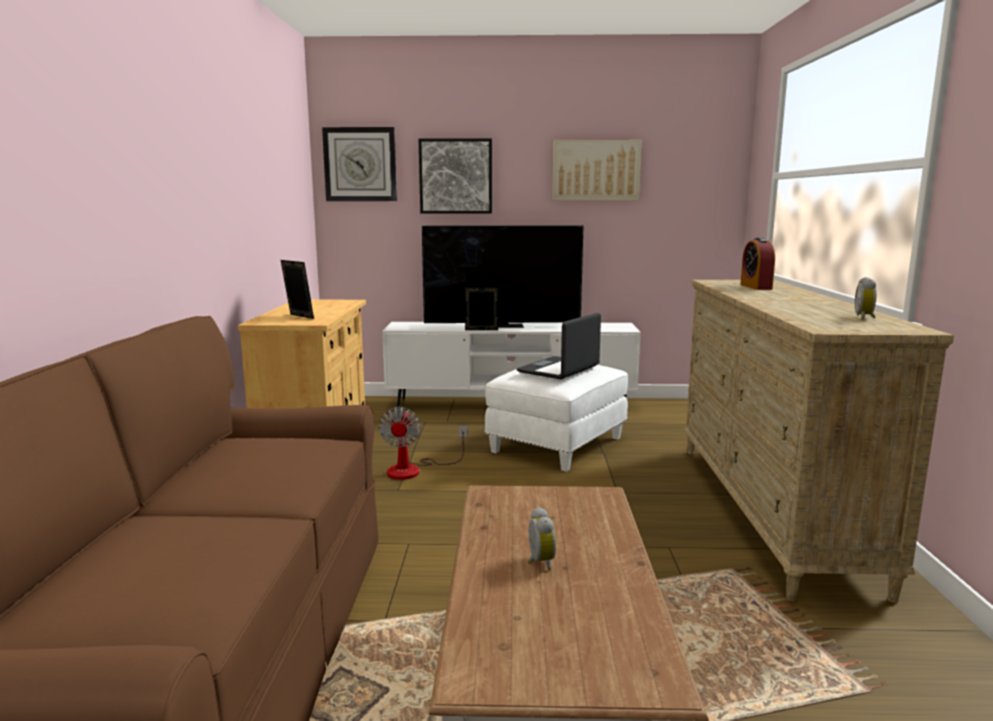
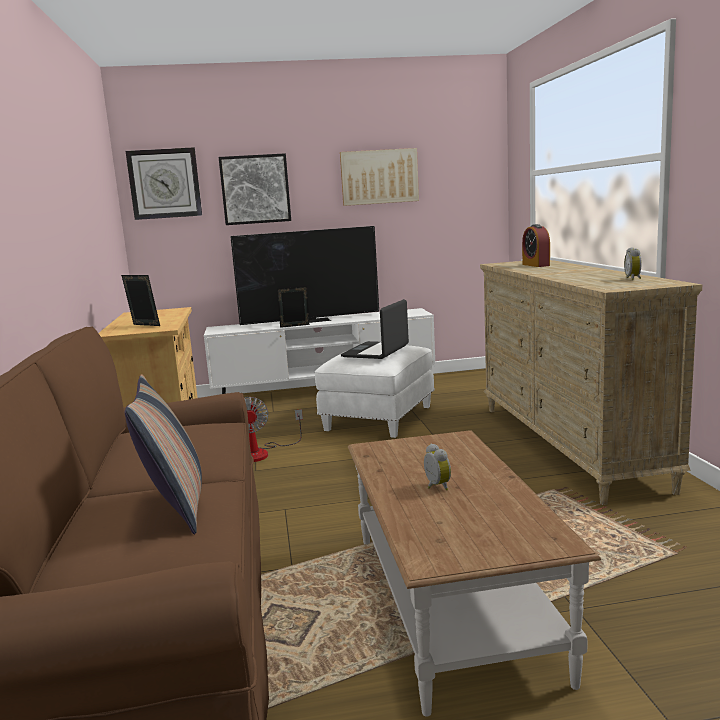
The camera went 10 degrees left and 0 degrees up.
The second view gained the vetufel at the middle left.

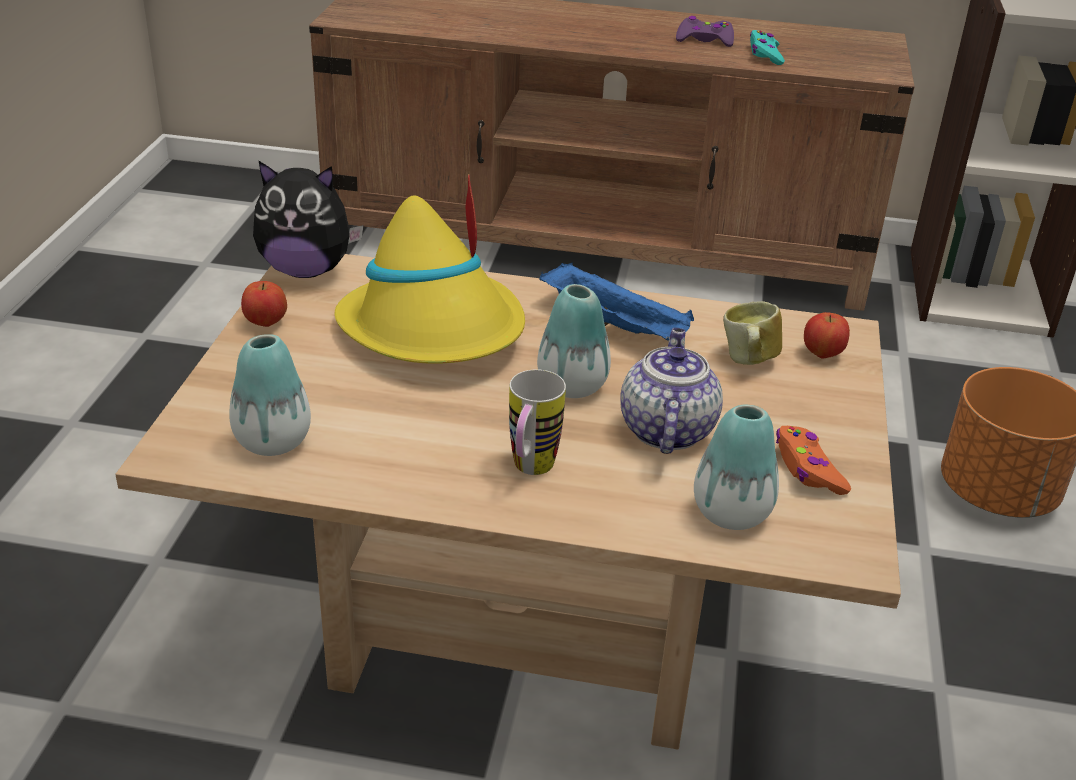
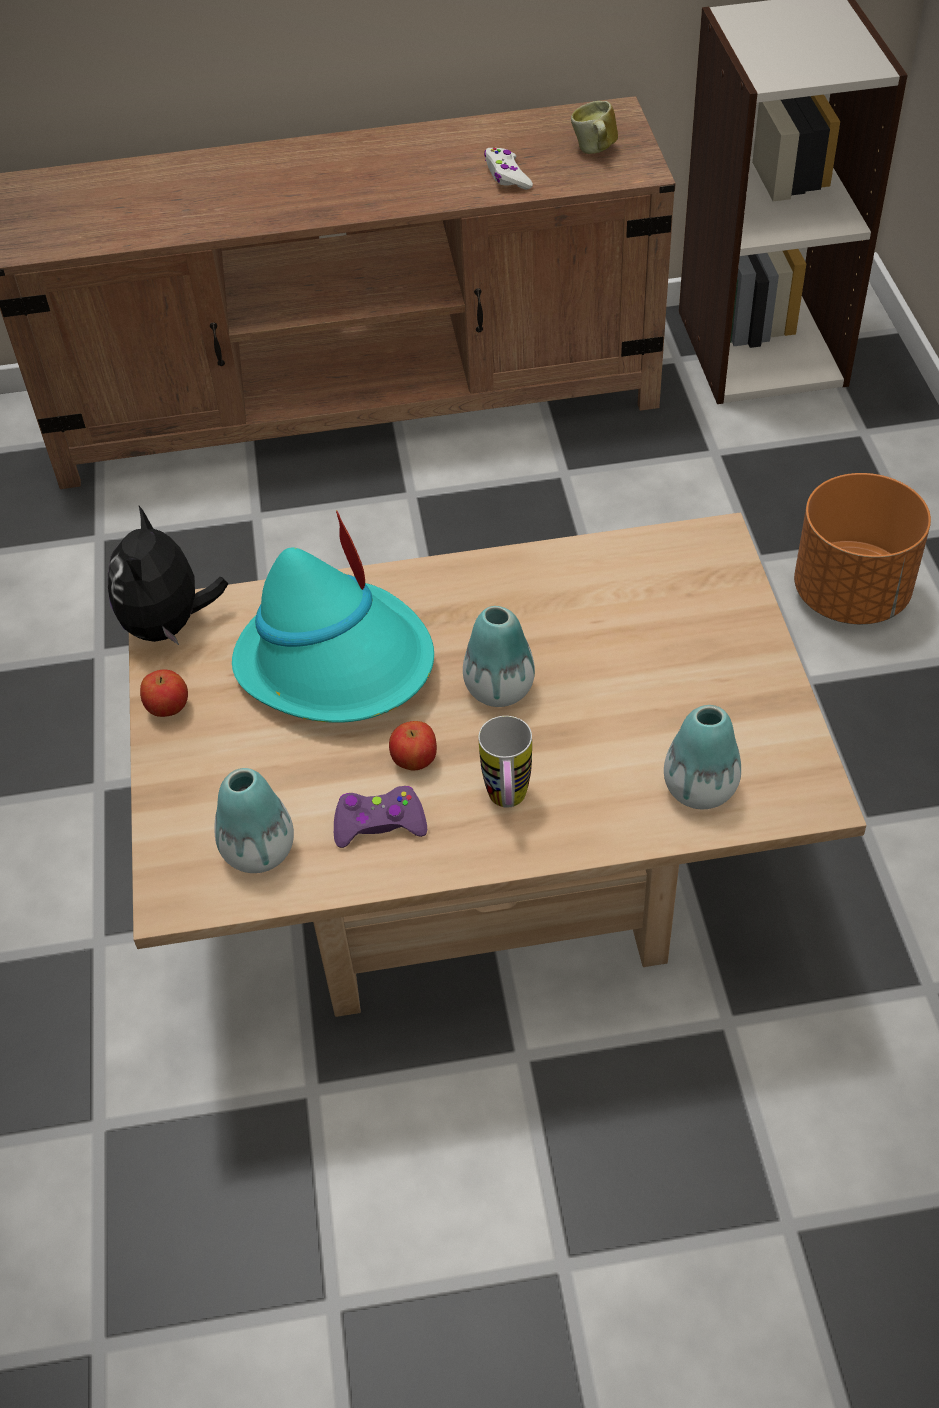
The camera went 15 degrees left and 15 degrees up.
The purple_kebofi ended up elsewhere, having gone from the top centre to the centre.
What was the turquoise_kebofi at the top right turned into the white_kebofi at the top centre.
The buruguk at the top left ended up facing another way, 105 degrees clockwise from before.
What was the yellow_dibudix at the centre turned into the turquoise_dibudix at the centre.
The second view lost the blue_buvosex at the centre.
The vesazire (2nd from left) ended up elsewhere, having gone from the middle right to the top centre.
The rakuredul (2nd from left) ended up elsewhere, having gone from the middle right to the centre.
The second view lost the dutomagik at the centre.
The second view lost the orange_kebofi at the middle right.

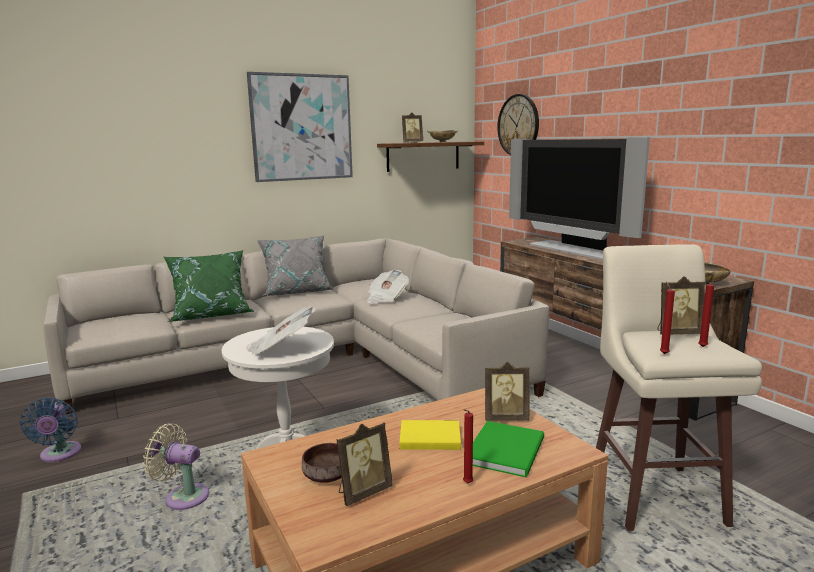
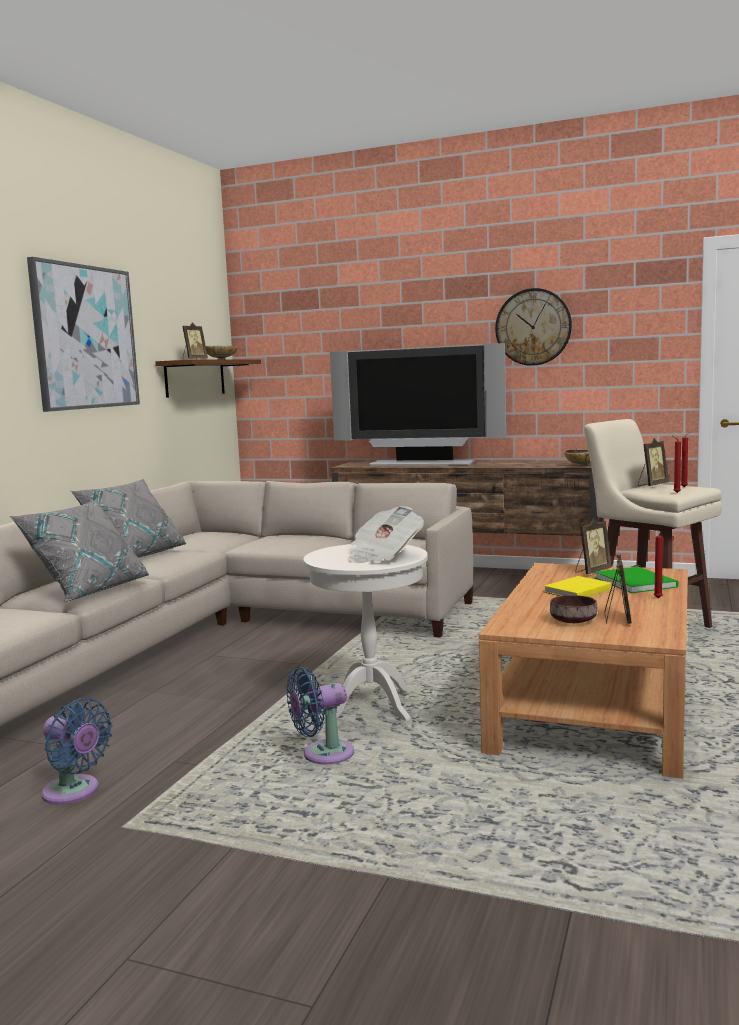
The camera went 40 degrees left and 5 degrees down.
The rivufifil ended up elsewhere, having gone from the top centre to the top right.
What was the green_vetufel at the middle left turned into the grey_vetufel (1st from left) at the middle left.
The second view lost the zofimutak (2nd from left) at the centre.
What was the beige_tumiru at the bottom left turned into the blue_tumiru (2nd from left) at the bottom centre.

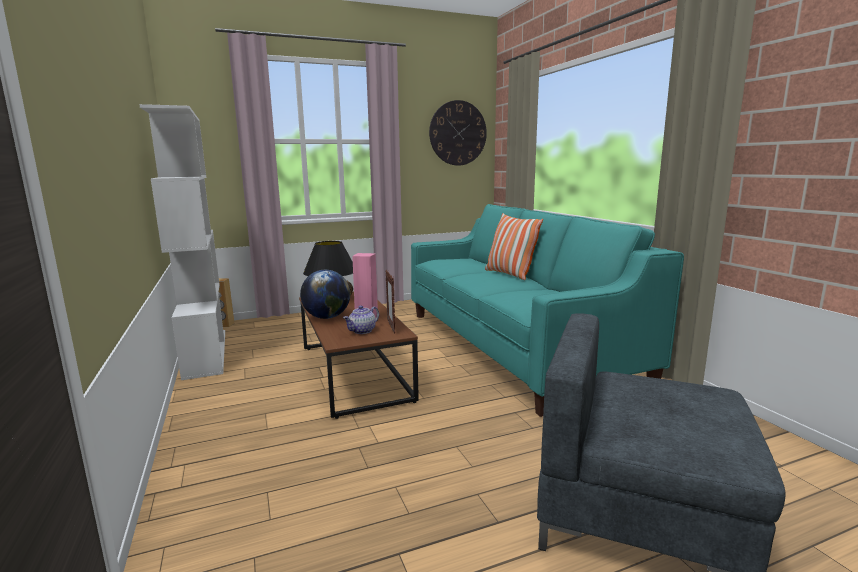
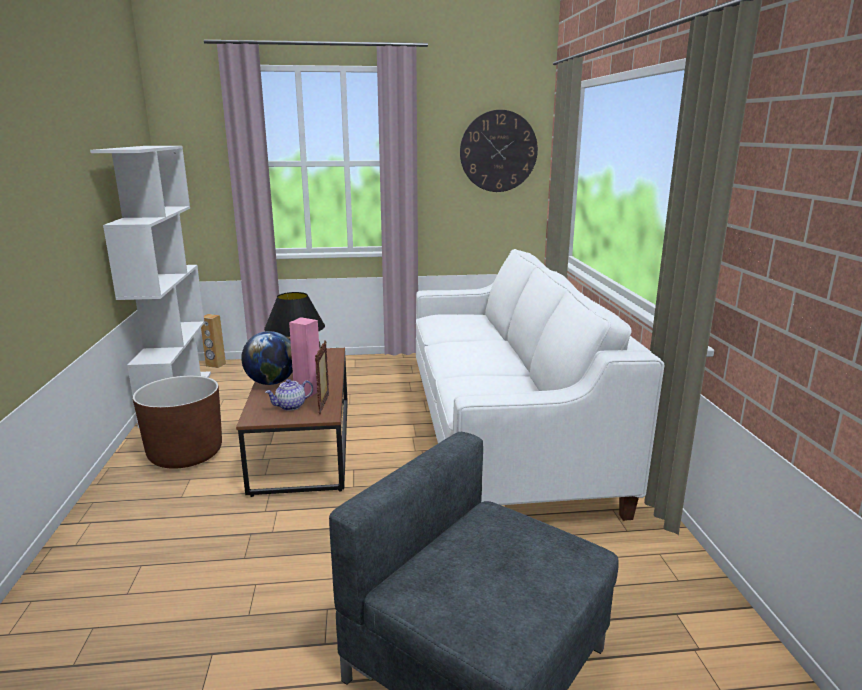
The camera went 15 degrees right and 5 degrees up.
What was the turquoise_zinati at the centre turned into the white_zinati at the centre.
The second view lost the vetufel at the centre.
The second view gained the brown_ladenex at the middle left.

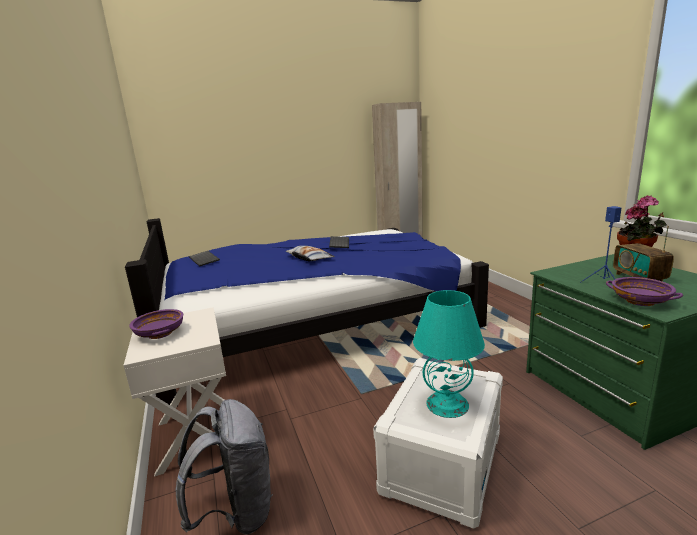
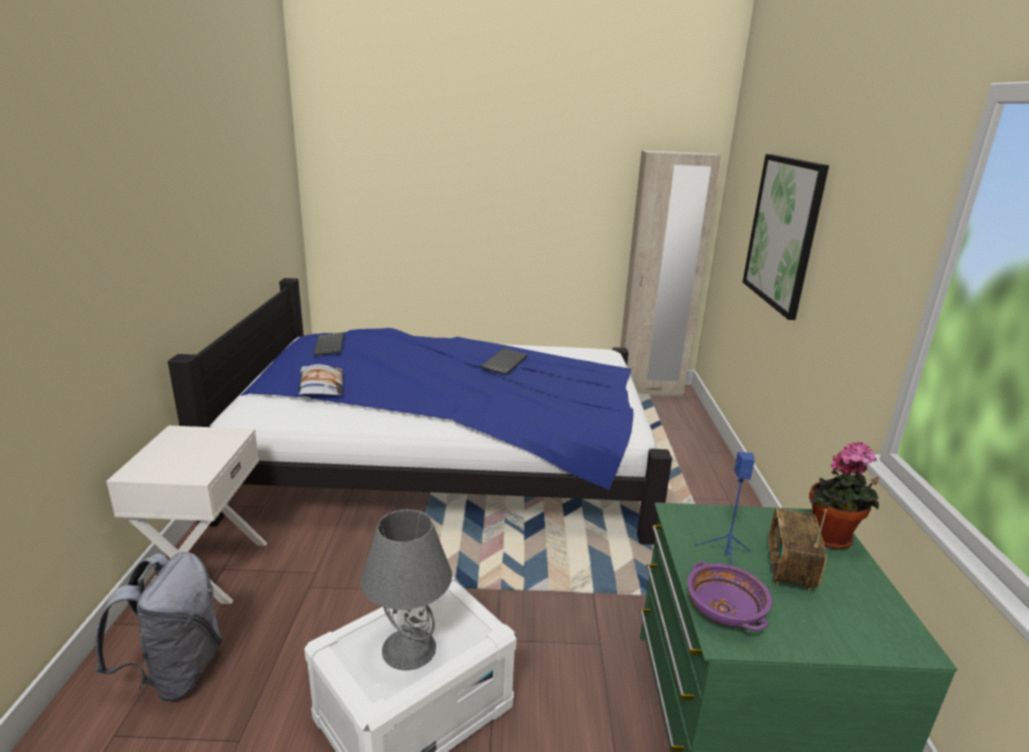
The camera went 20 degrees right and 5 degrees up.
The vetufel ended up elsewhere, having gone from the centre to the middle left.
What was the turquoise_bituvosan at the centre turned into the grey_bituvosan at the bottom centre.
The second view lost the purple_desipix (1st from left) at the middle left.
The second view gained the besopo at the top right.

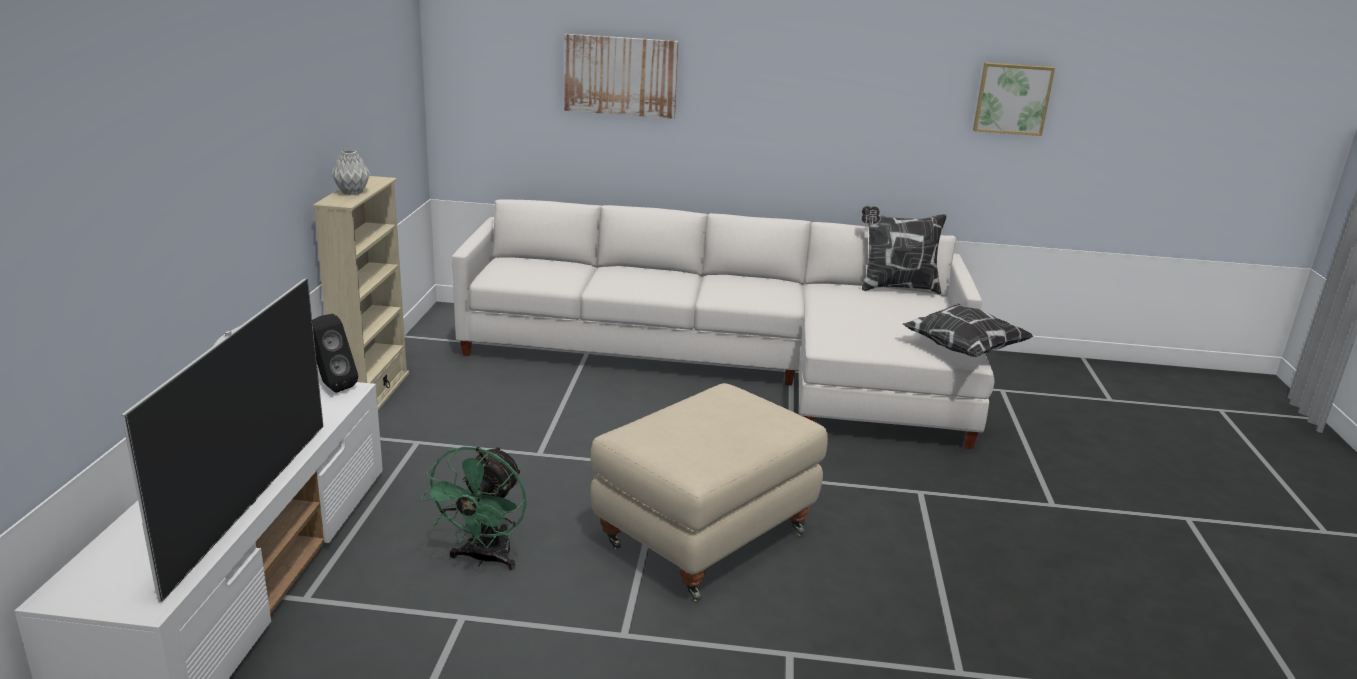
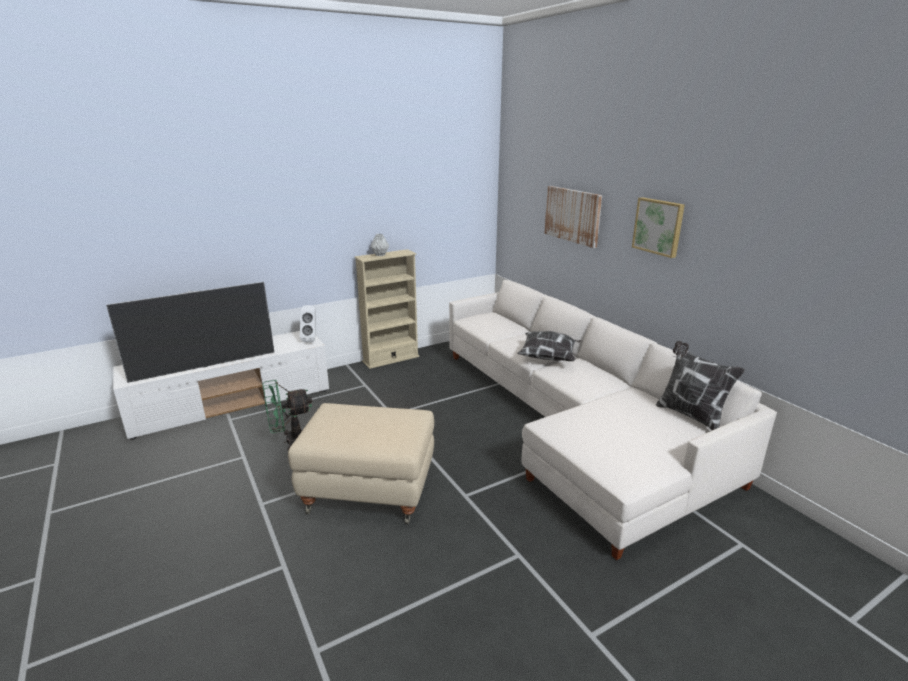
The camera went 55 degrees right and 0 degrees up.
The besopo (2nd from left) ended up elsewhere, having gone from the top right to the middle right.
The vetufel (2nd from left in the first image) ended up elsewhere, having gone from the middle right to the centre.
What was the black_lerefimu at the middle left turned into the white_lerefimu at the centre.

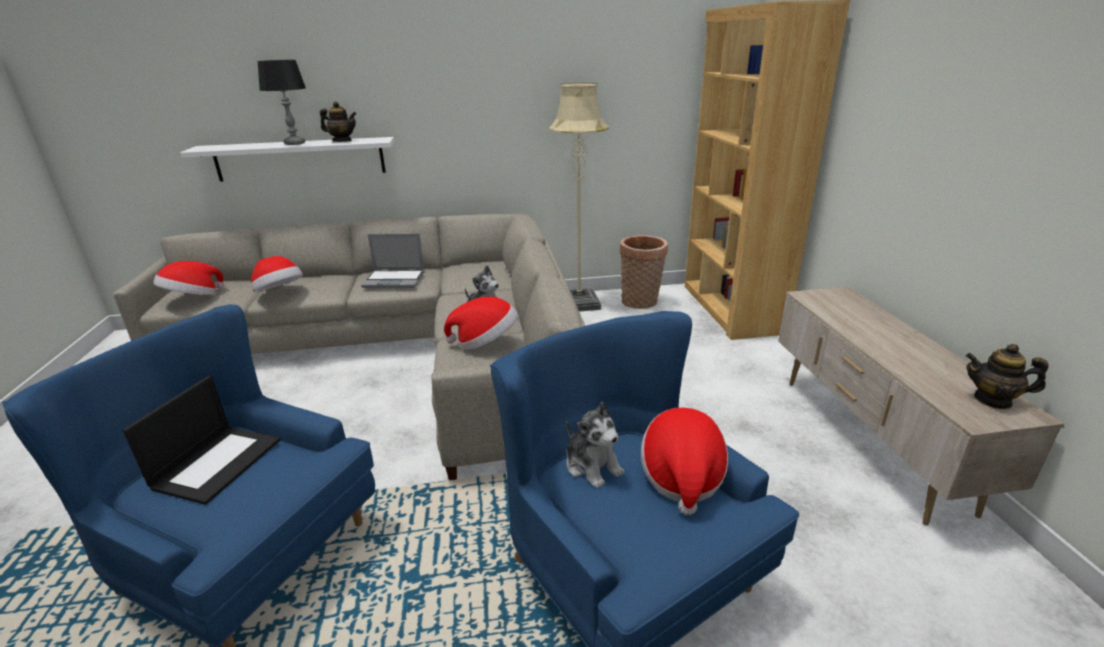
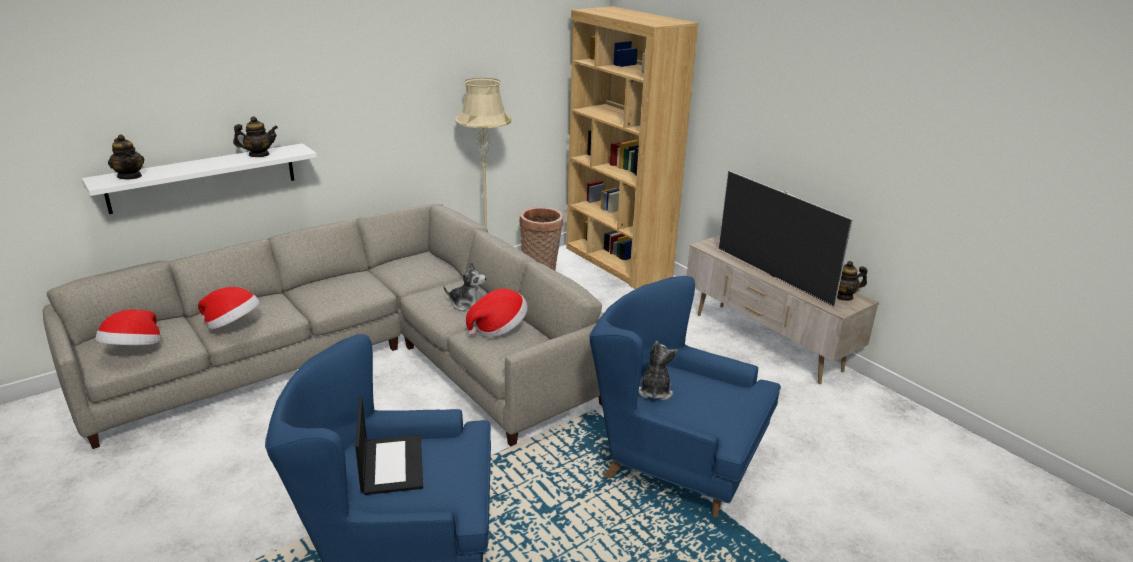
The camera went 30 degrees left and 0 degrees up.
The second view lost the bituvosan at the top left.
The second view lost the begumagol (2nd from left) at the centre.
The buruguk (2nd from left) at the bottom centre ended up facing another way, 105 degrees counterclockwise from before.
The second view lost the dibudix (4th from left) at the bottom centre.
The second view gained the dutomagik (1st from left) at the top left.
The second view gained the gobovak at the middle right.

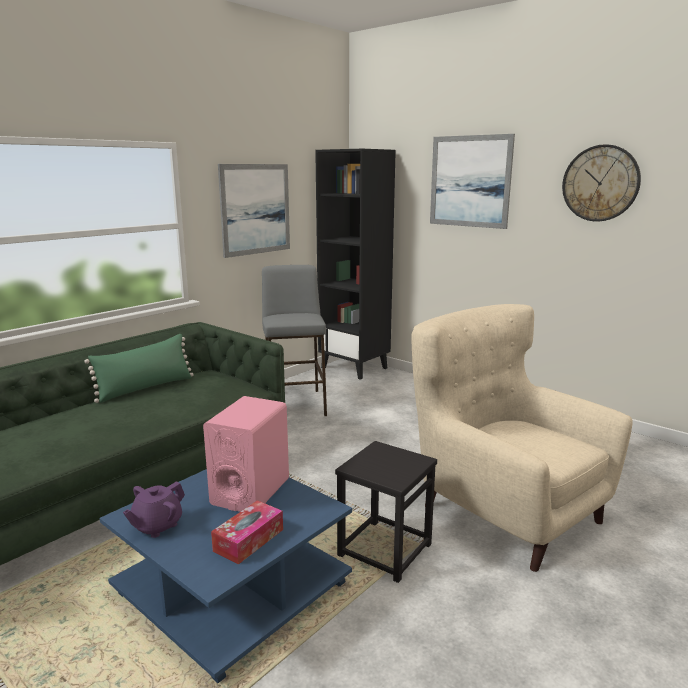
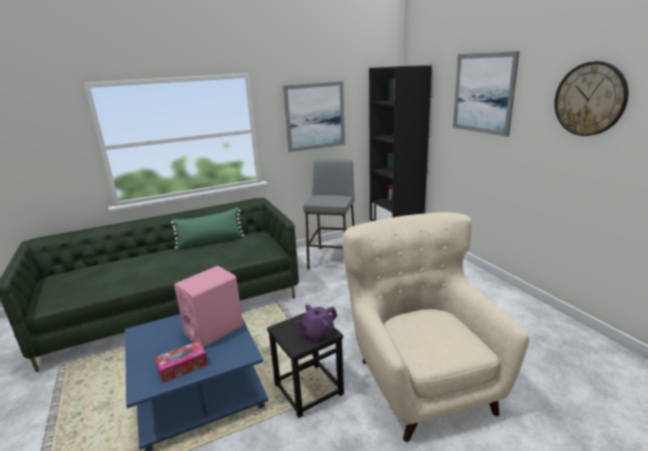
The camera went 25 degrees right and 5 degrees up.
The purple_dutomagik ended up elsewhere, having gone from the bottom left to the bottom centre.

